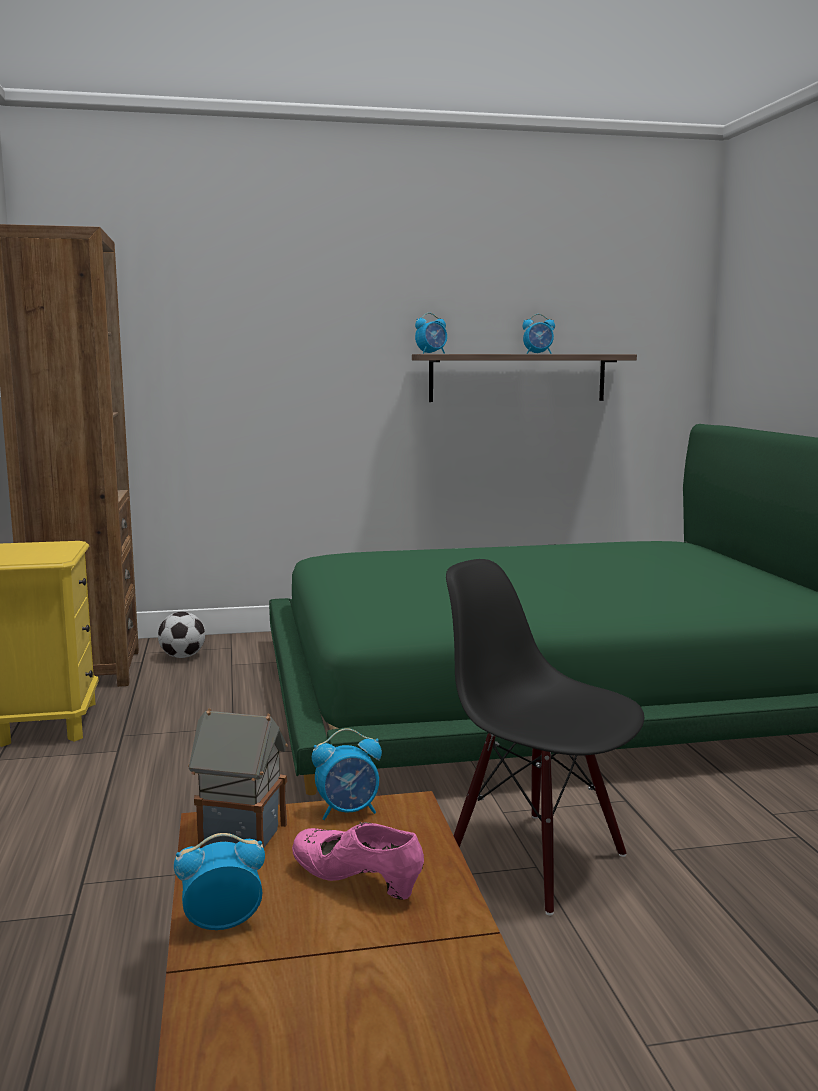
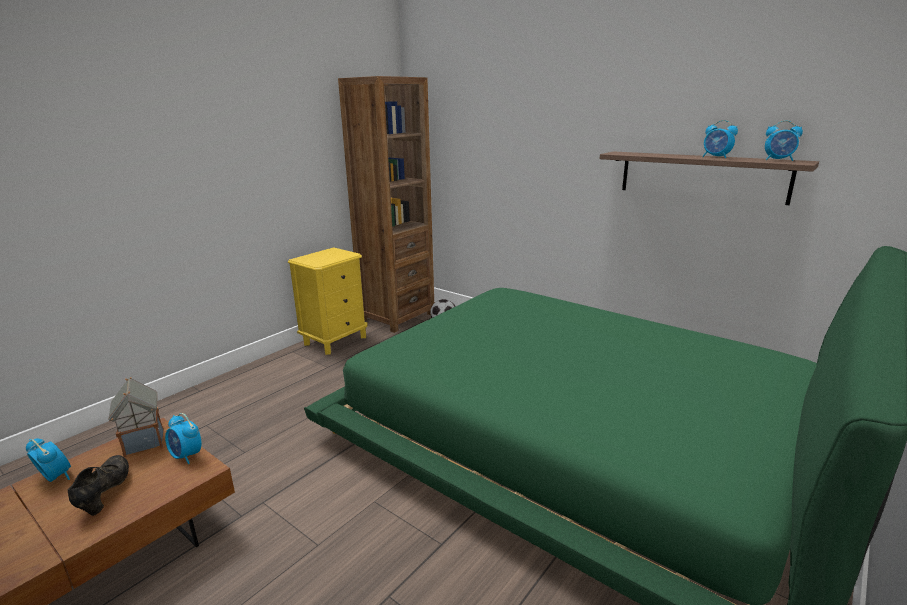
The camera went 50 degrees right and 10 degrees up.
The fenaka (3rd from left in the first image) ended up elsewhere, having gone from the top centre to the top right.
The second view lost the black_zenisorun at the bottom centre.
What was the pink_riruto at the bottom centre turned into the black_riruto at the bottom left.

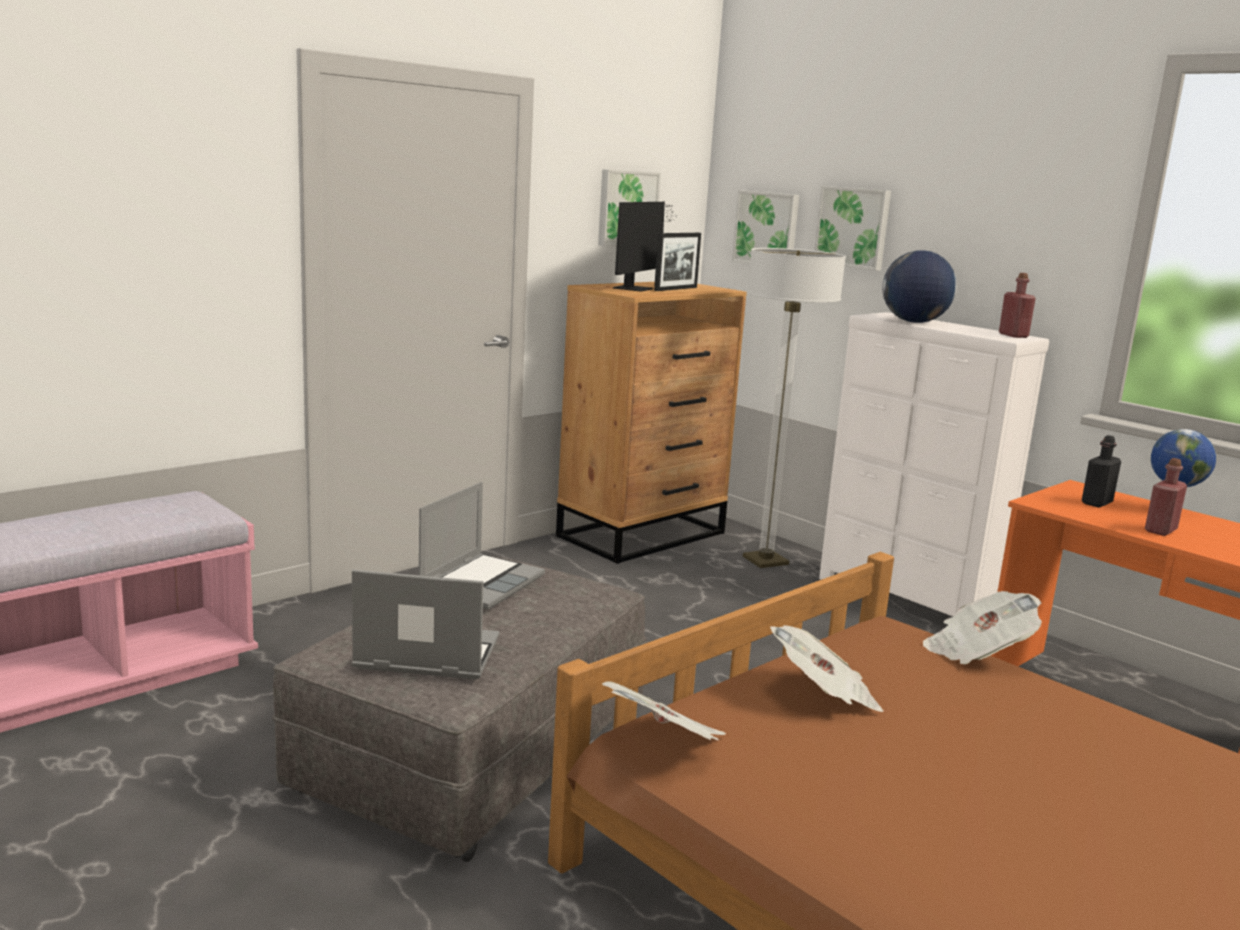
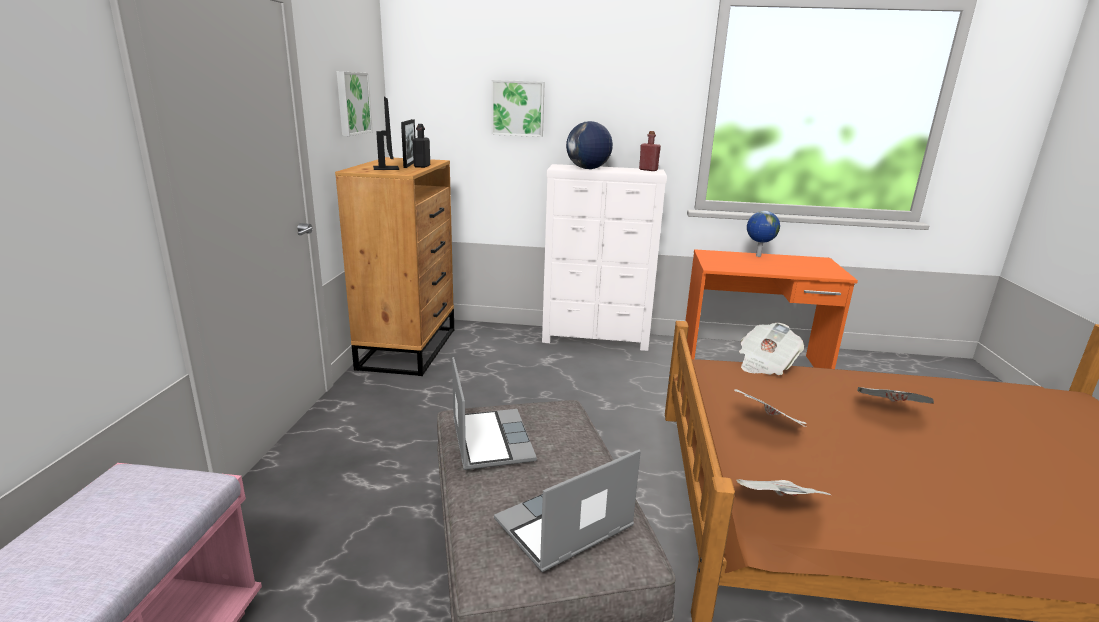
The camera went 40 degrees left and 5 degrees up.
The second view lost the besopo (2nd from left) at the top centre.
The second view lost the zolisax at the centre.
The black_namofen ended up elsewhere, having gone from the middle right to the top centre.
The second view lost the red_namofen (2nd from left) at the middle right.
The second view gained the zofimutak (4th from left) at the middle right.

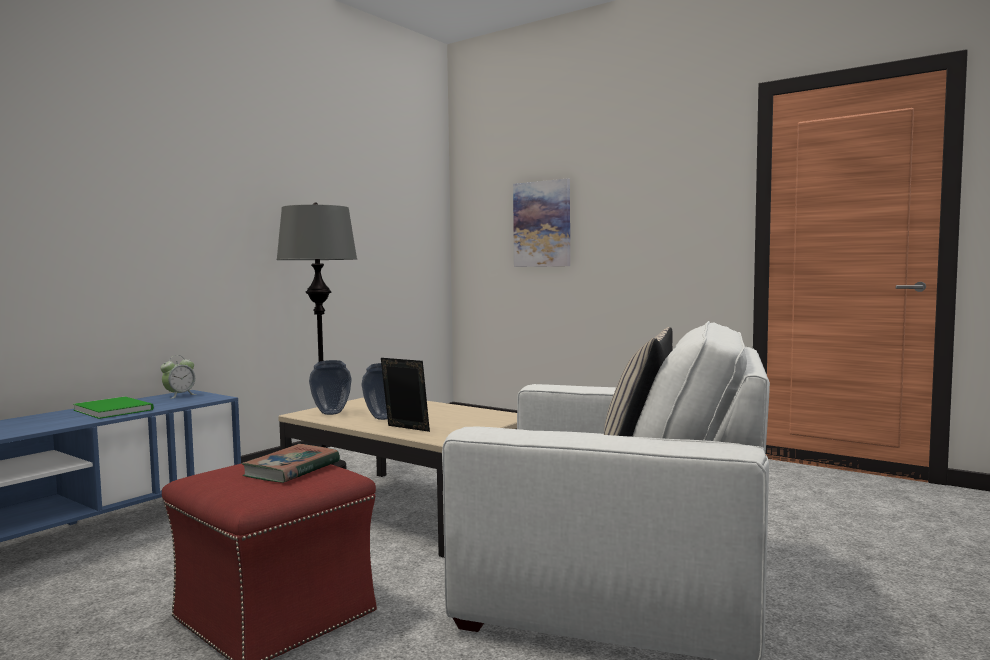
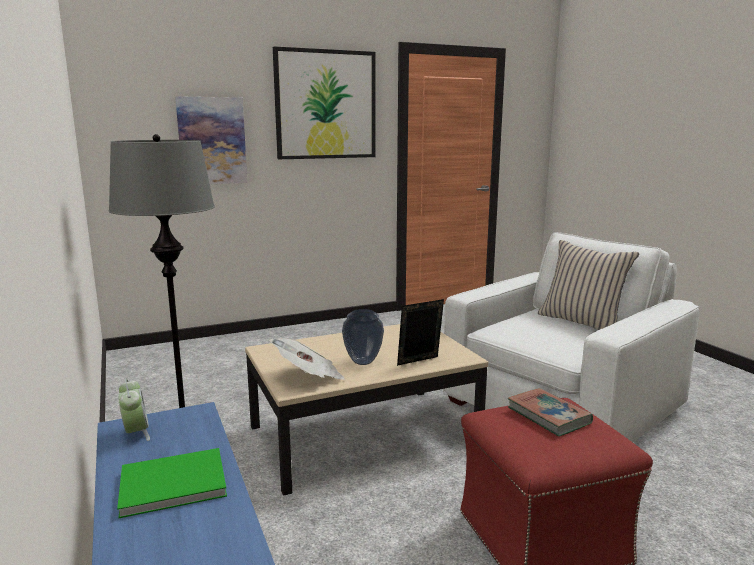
The camera went 60 degrees left and 10 degrees up.
Where the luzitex (1st from left) stood at the centre, the zofimutak came to stand at the centre.
The second view gained the besopo (2nd from left) at the top centre.

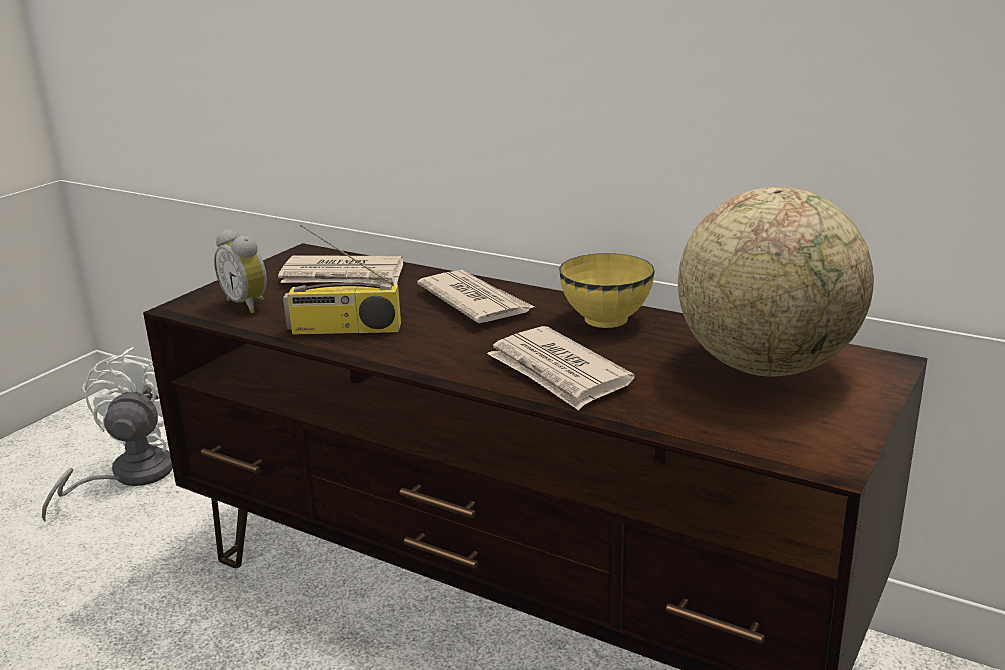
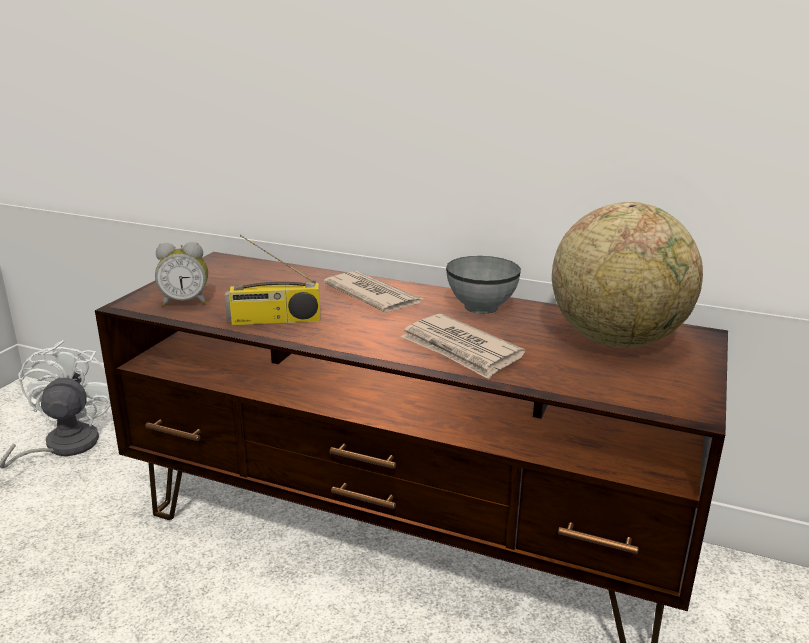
The camera went 10 degrees left and 0 degrees up.
The fenaka at the middle left ended up facing another way, 45 degrees counterclockwise from before.
What was the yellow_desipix at the centre turned into the grey_desipix at the centre.
The second view lost the zofimutak (1st from left) at the centre.

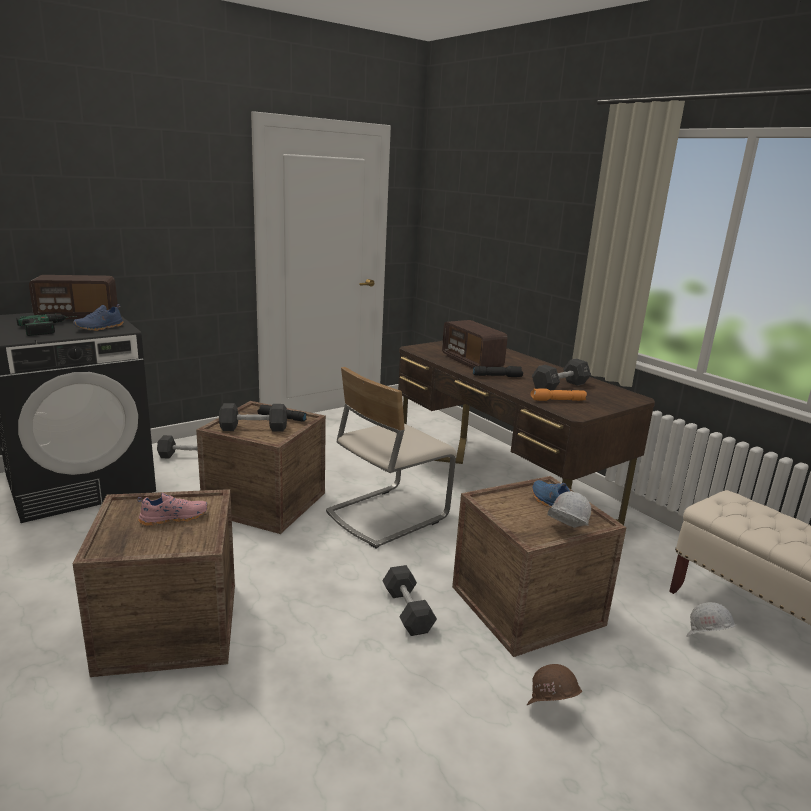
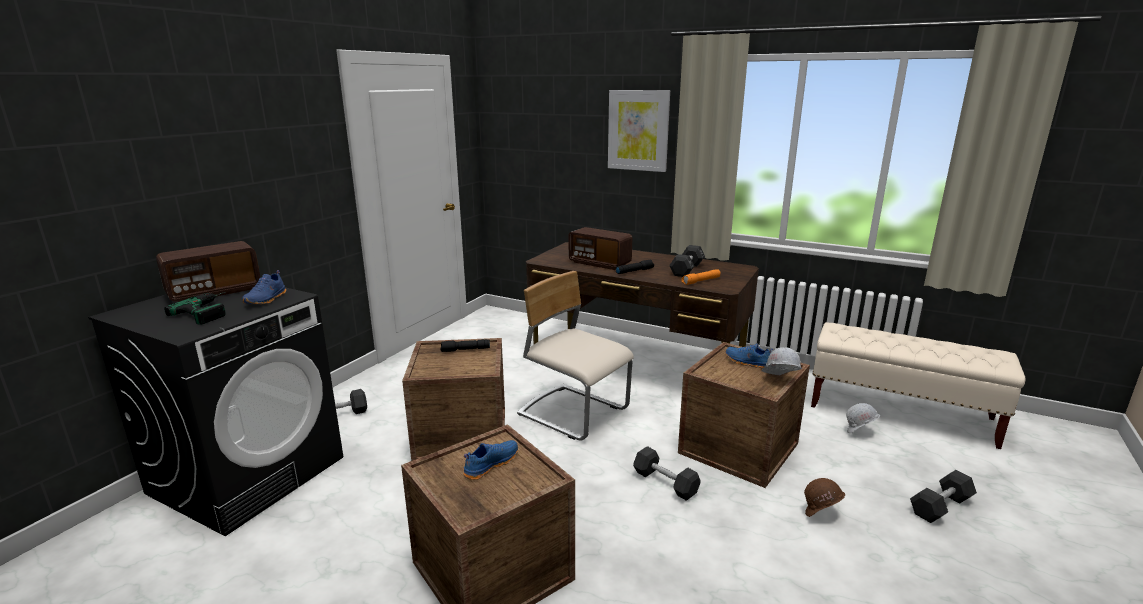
The camera went 25 degrees left and 0 degrees up.
The beige_zenisorun at the centre ended up facing another way, 105 degrees clockwise from before.
The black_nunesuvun (2nd from left in the first image) ended up elsewhere, having gone from the middle left to the bottom right.
What was the pink_riruto at the middle left turned into the blue_riruto (2nd from left) at the bottom centre.
The second view gained the besopo at the top centre.

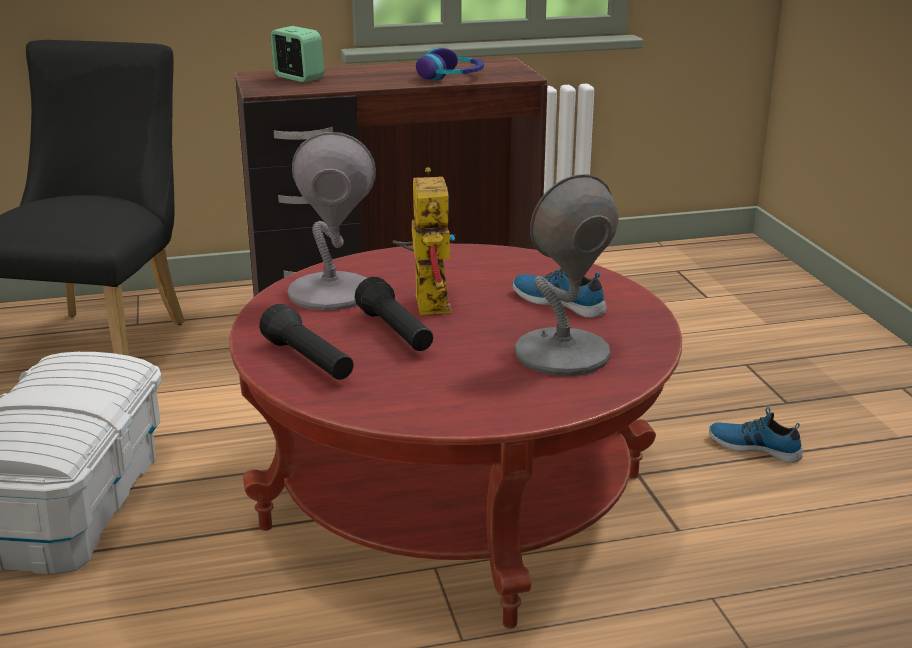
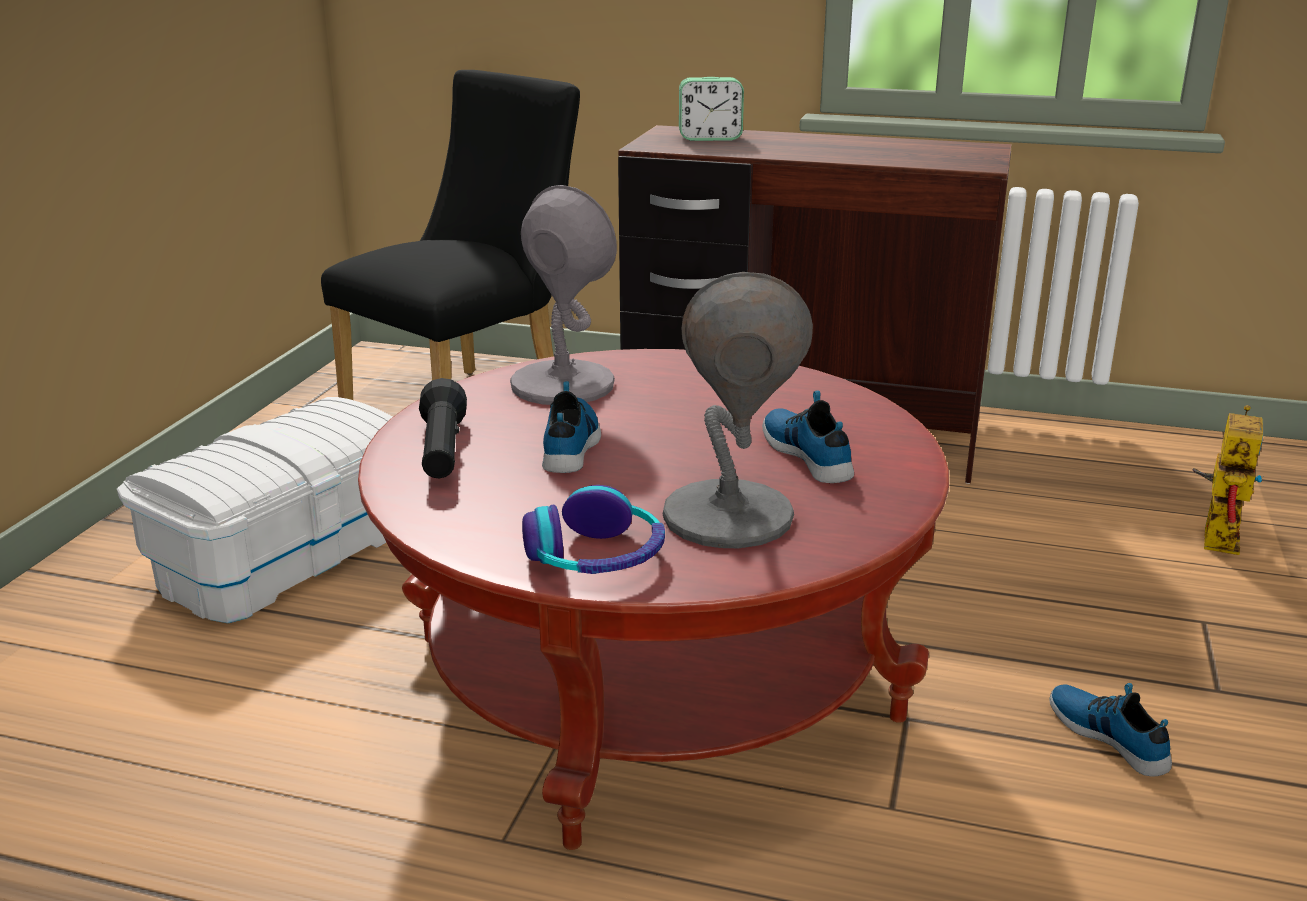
The camera went 30 degrees right and 0 degrees up.
The fenaka at the top left ended up facing another way, 105 degrees clockwise from before.
The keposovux ended up elsewhere, having gone from the top centre to the centre.
The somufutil ended up elsewhere, having gone from the centre to the middle right.
Where the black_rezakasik (2nd from left) stood at the centre, the riruto (1st from left) came to stand at the centre.

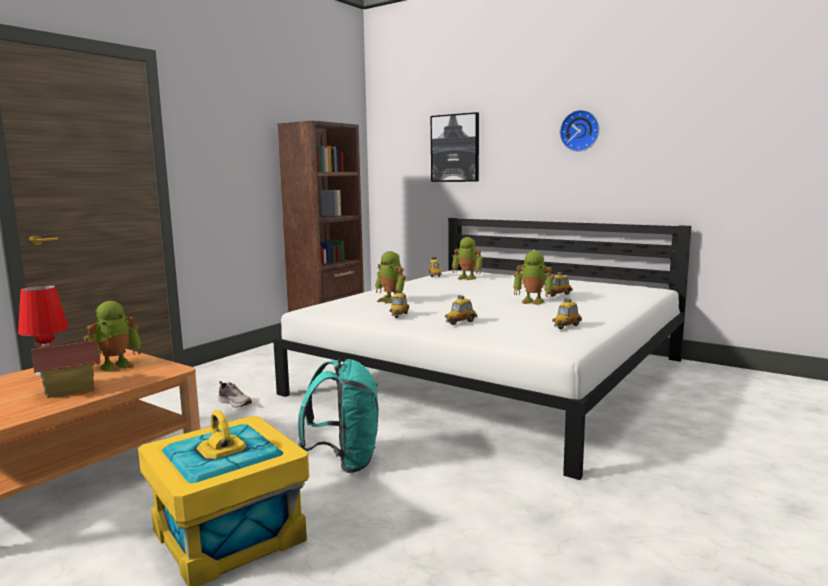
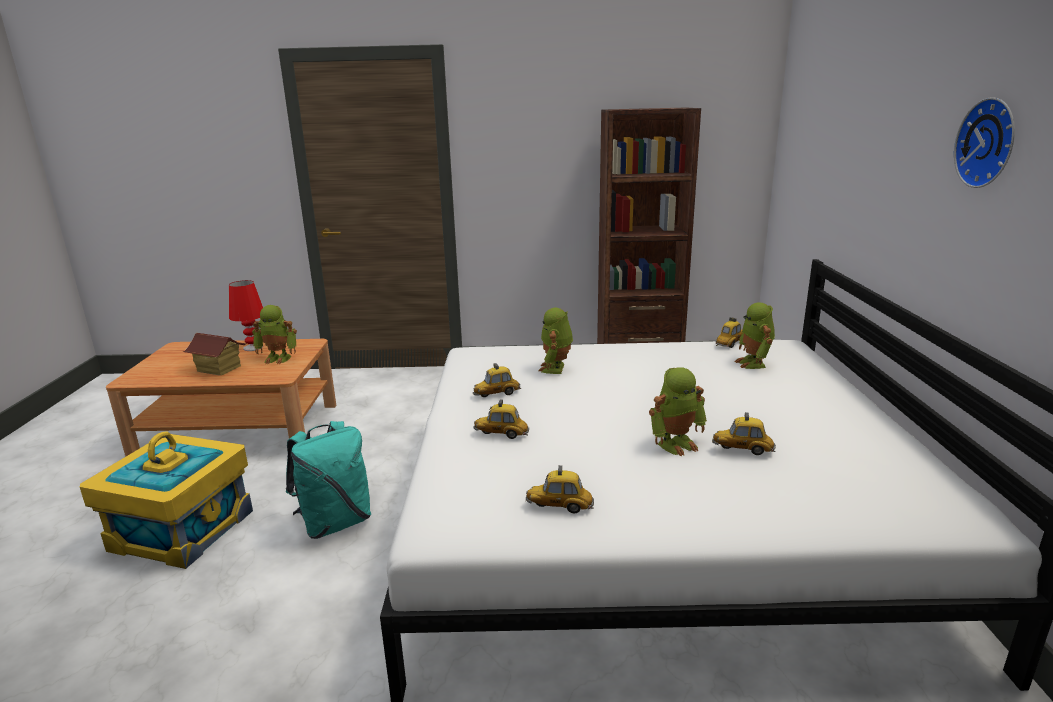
The camera went 55 degrees right and 10 degrees up.
The second view lost the besopo at the top centre.
The somufutil (4th from left in the first image) at the centre ended up facing another way, 105 degrees counterclockwise from before.
The second view lost the riruto at the bottom left.

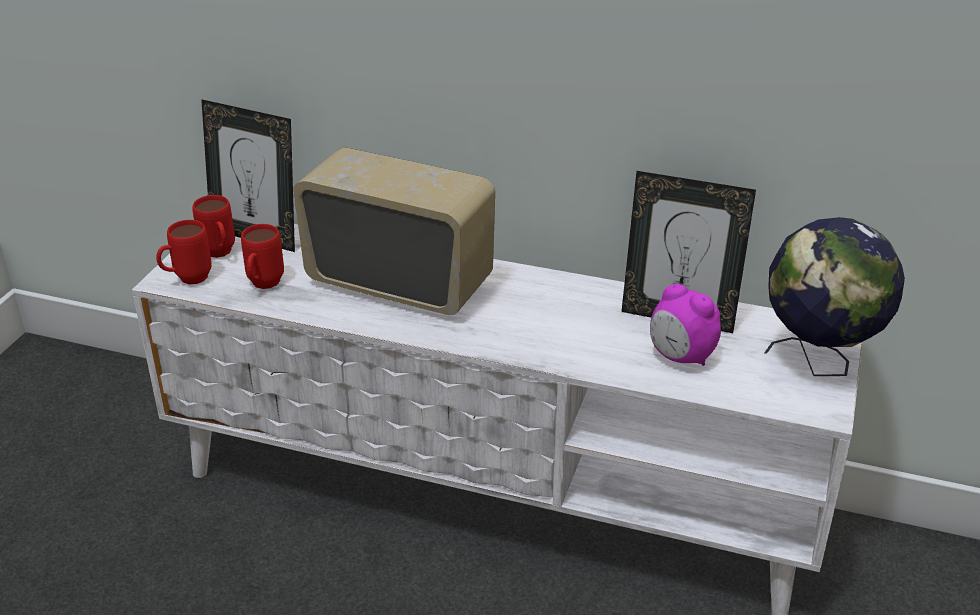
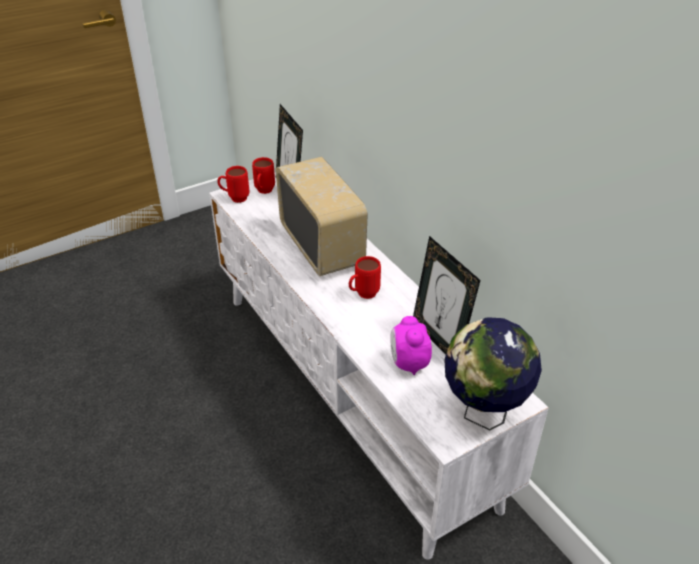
The camera went 40 degrees right and 5 degrees up.
The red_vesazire (3rd from left) ended up elsewhere, having gone from the middle left to the centre.

